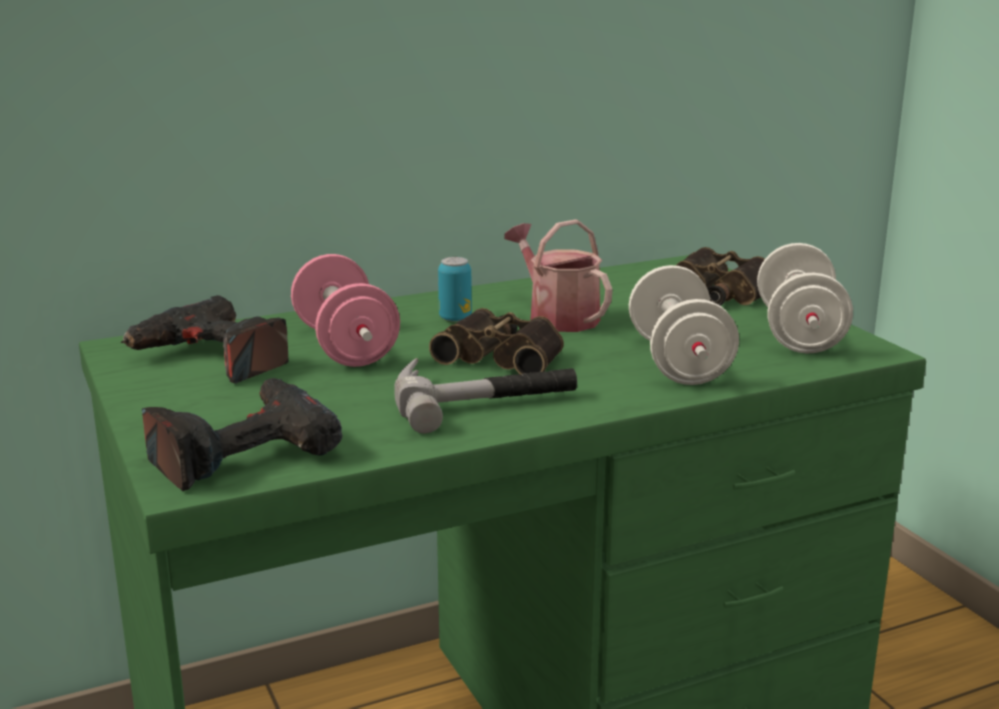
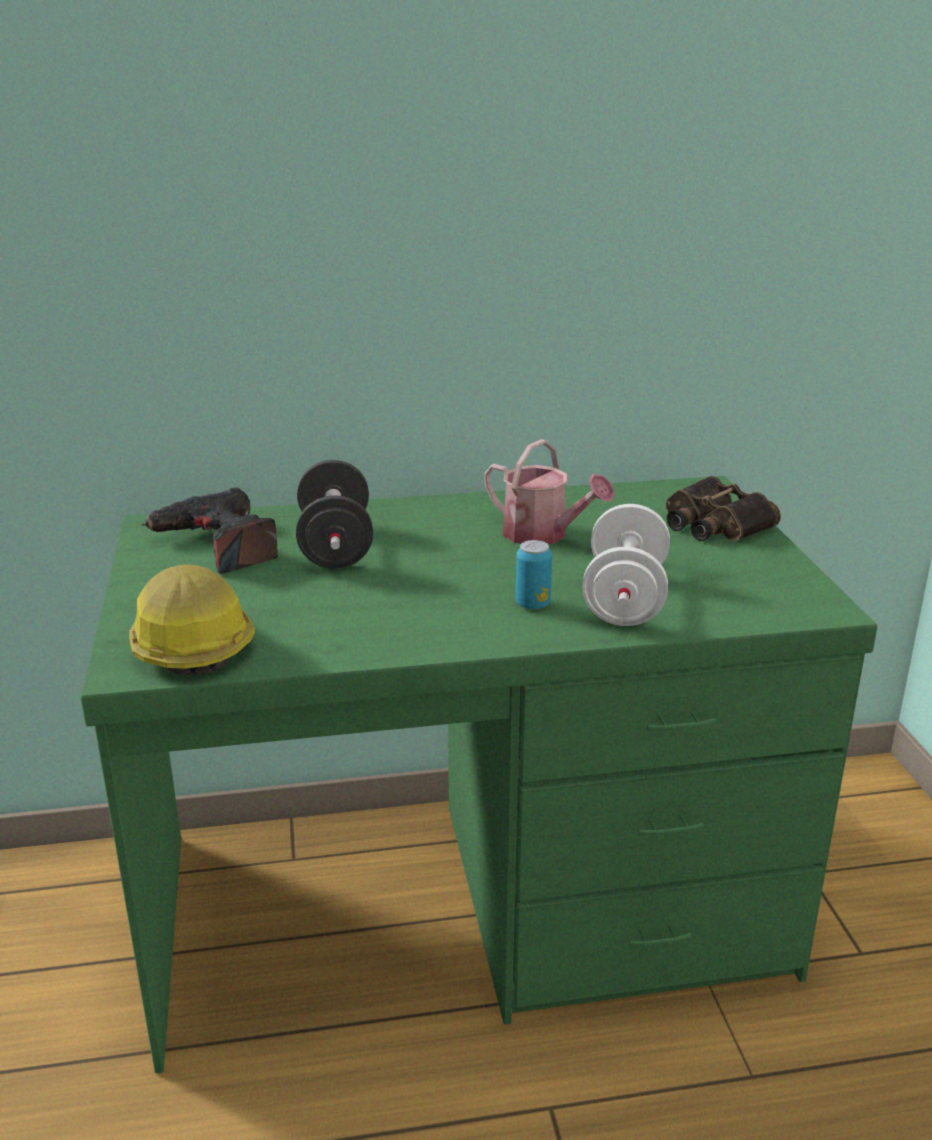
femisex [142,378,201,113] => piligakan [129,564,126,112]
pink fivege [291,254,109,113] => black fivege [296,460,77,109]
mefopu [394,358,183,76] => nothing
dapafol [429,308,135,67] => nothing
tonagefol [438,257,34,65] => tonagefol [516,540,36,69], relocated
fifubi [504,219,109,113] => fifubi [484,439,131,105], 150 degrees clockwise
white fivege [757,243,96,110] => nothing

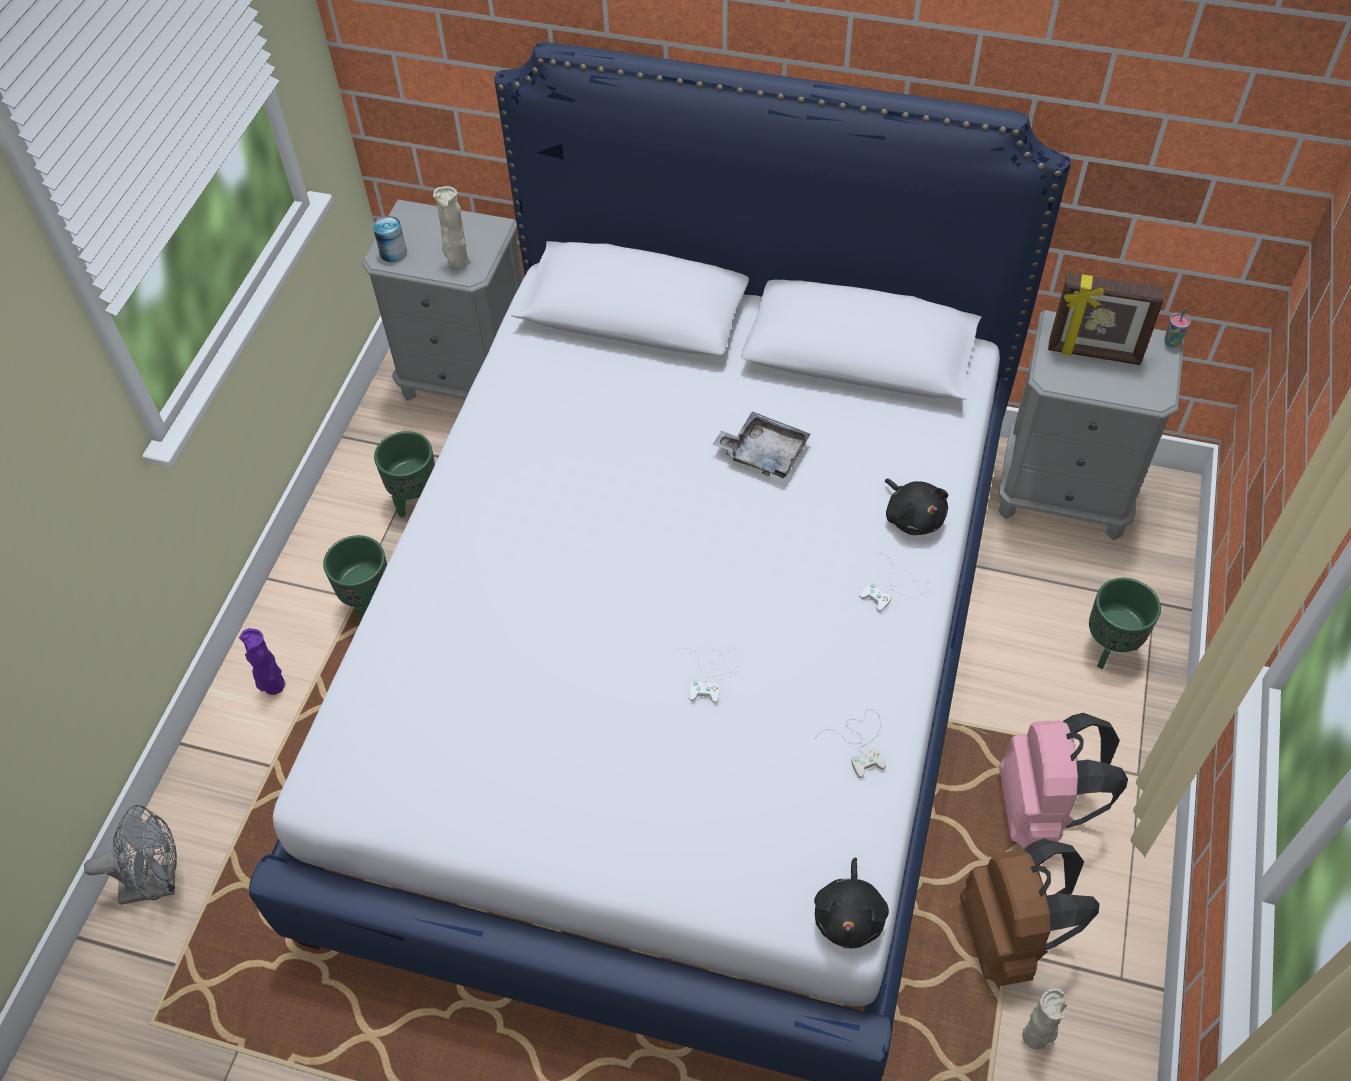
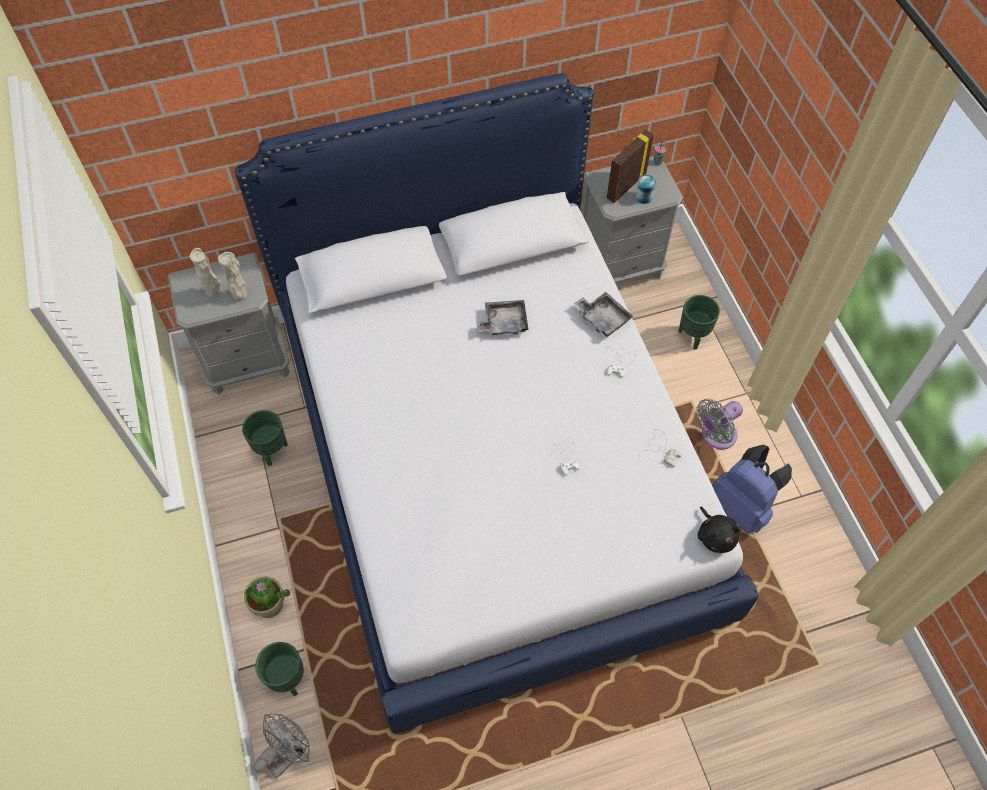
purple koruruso [239,628,46,67] => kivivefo [244,576,46,42]
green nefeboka [323,535,64,86] => green nefeboka [255,642,49,54], relocated
tonagefol [373,216,34,46] => tonagefol [635,175,21,29], relocated
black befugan [885,479,63,56] => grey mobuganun [574,292,60,45]
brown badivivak [960,838,140,148] => blue badivivak [712,445,80,88]
pink badivivak [999,713,129,135] => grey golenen [696,399,47,51]
beige koruruso [1022,988,45,62] => beige koruruso [190,248,31,49], relocated
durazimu [1048,273,117,92] => durazimu [607,130,47,73], 150 degrees clockwise

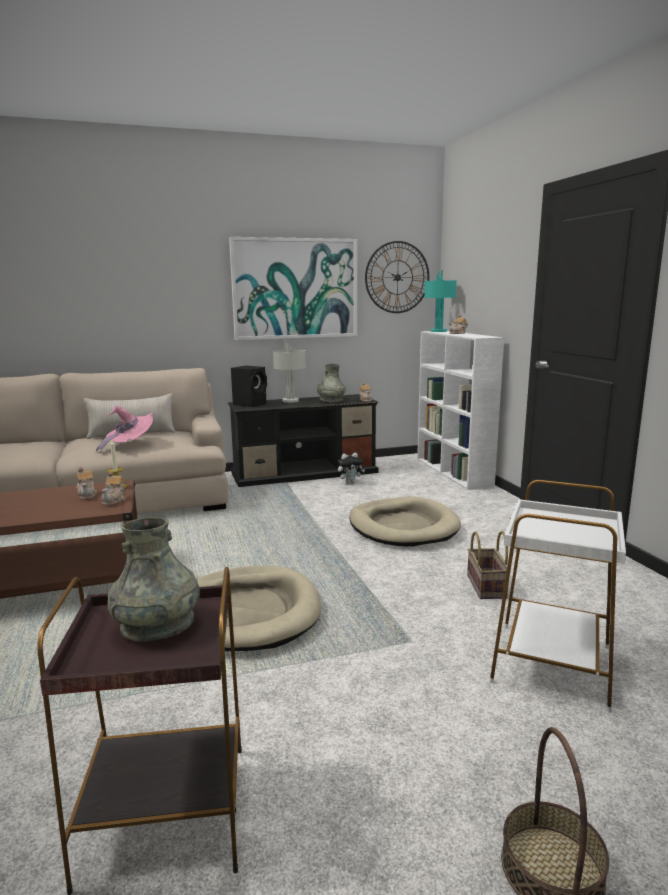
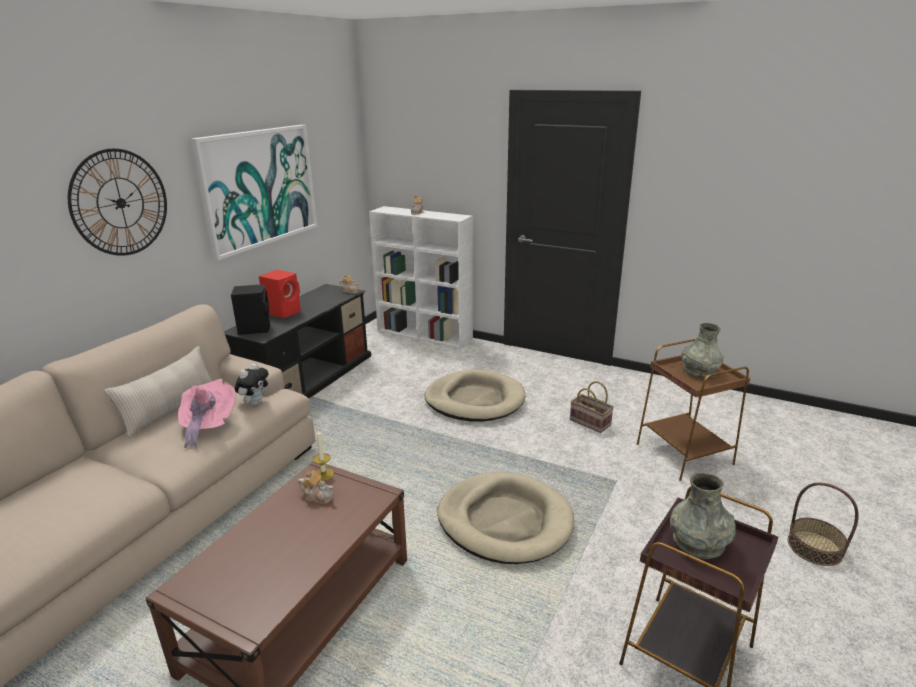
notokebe [101,471,25,34] => nothing
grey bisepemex [273,340,33,63] => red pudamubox [259,270,42,48]
grey koruruso [317,364,29,39] => grey koruruso [681,323,43,55], relocated
befugan [338,453,27,31] => befugan [235,363,34,43], relocated
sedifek [365,241,64,72] => sedifek [68,148,99,108], relocated
turquoise bisepemex [424,270,33,62] => nothing
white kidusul [490,480,136,232] => brown kidusul [637,339,113,142]

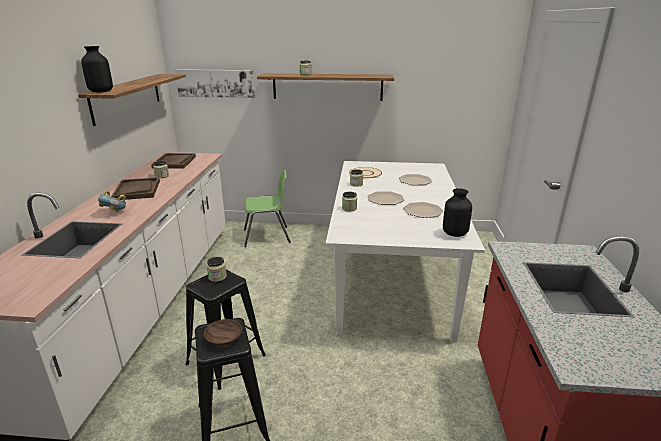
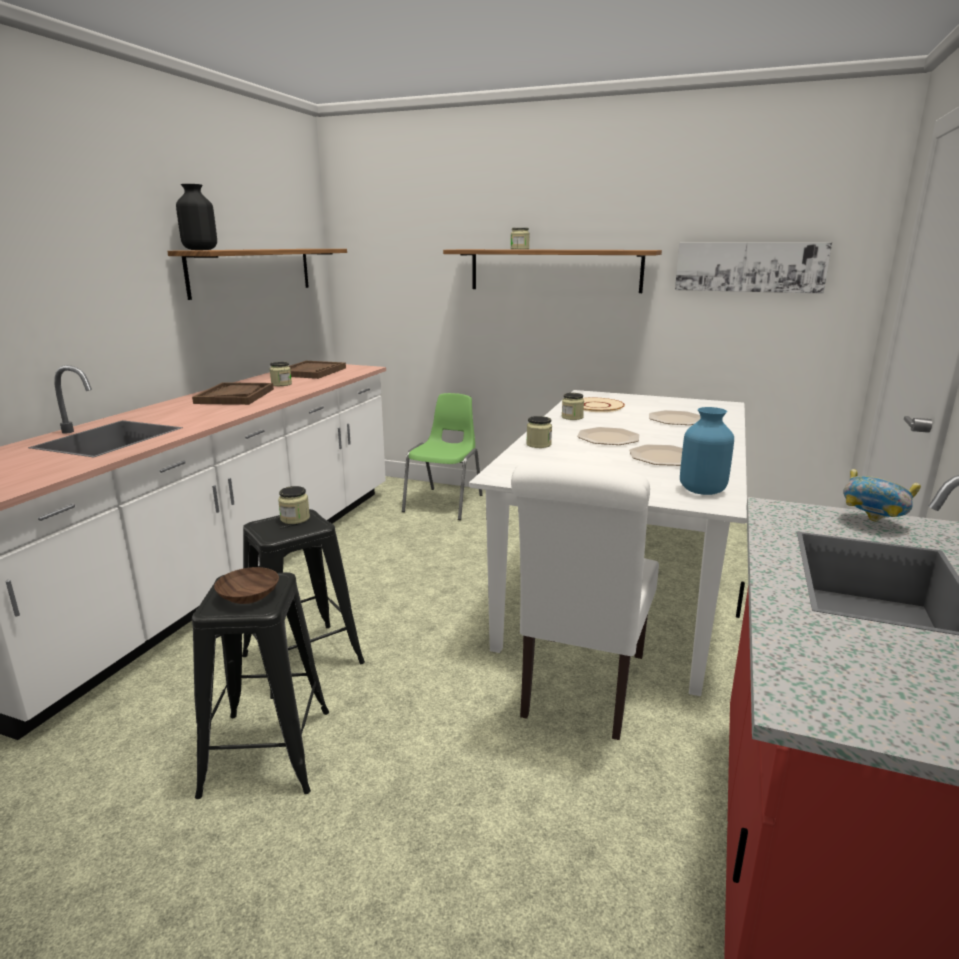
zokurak [98,190,28,22] => zokurak [843,469,78,53], relocated
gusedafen [175,69,80,29] => gusedafen [675,242,157,52], relocated
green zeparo [244,169,47,78] => green zeparo [402,393,81,127], 75 degrees counterclockwise
black koruruso [443,188,29,49] => blue koruruso [680,407,54,88]
nothing => white zeparo [511,462,148,278]

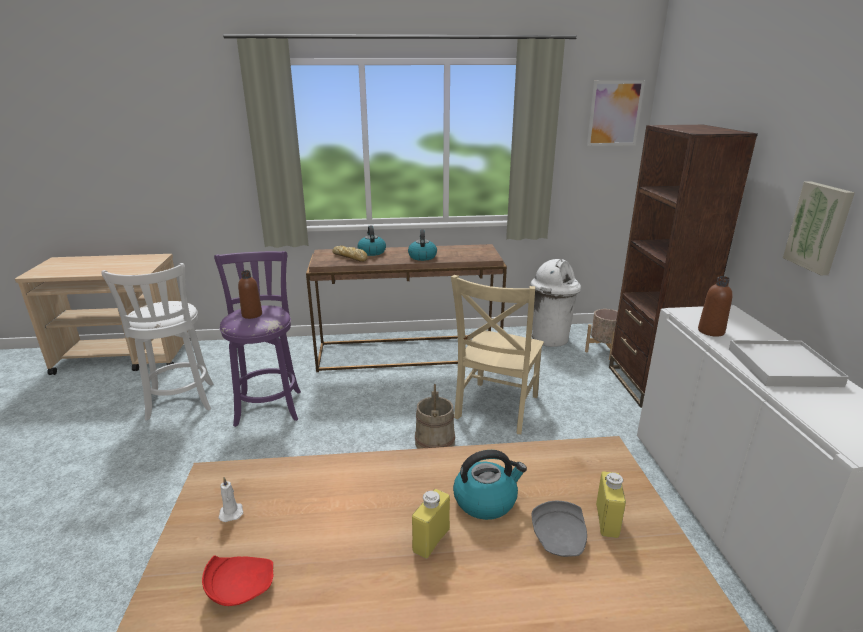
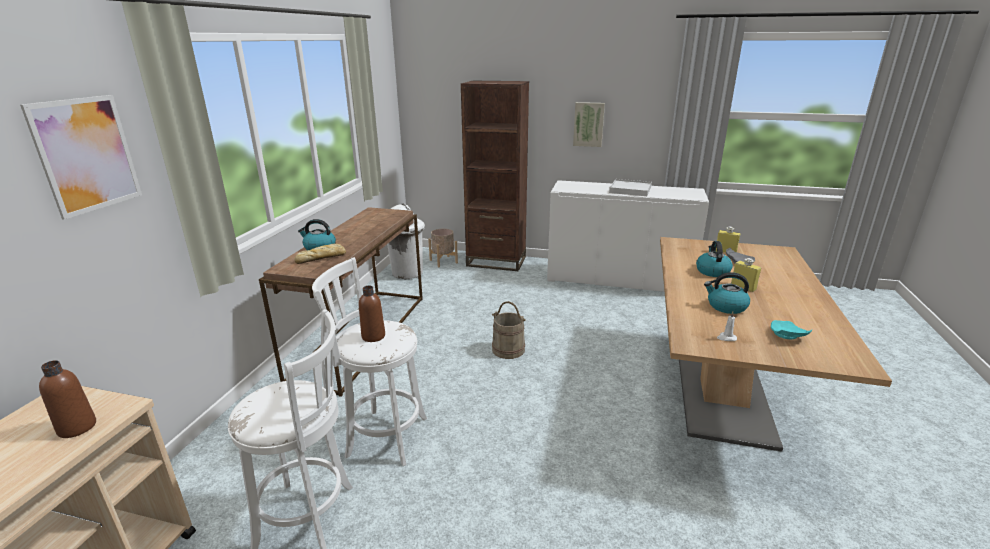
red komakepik [202,555,71,51] => turquoise komakepik [771,320,41,19]
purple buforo [214,251,87,176] => white buforo [312,257,115,209]
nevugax [408,230,29,31] => nevugax [704,272,46,42], relocated
beige zeparo [451,275,93,159] => nothing
gusedafen [587,81,58,65] => gusedafen [20,95,122,125], relocated
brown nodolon [698,276,35,61] => brown nodolon [39,360,57,78], relocated

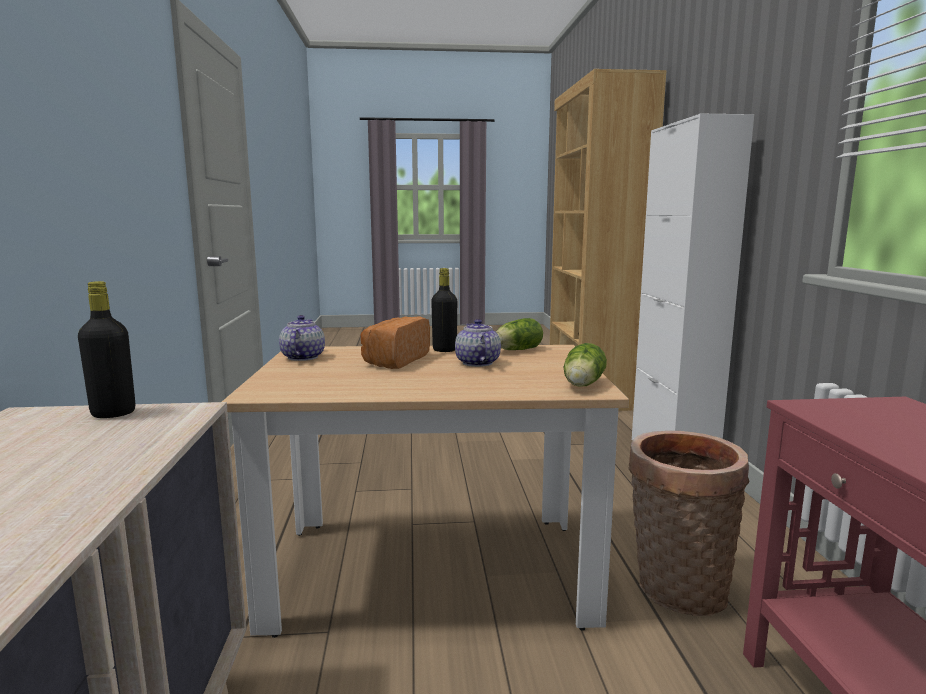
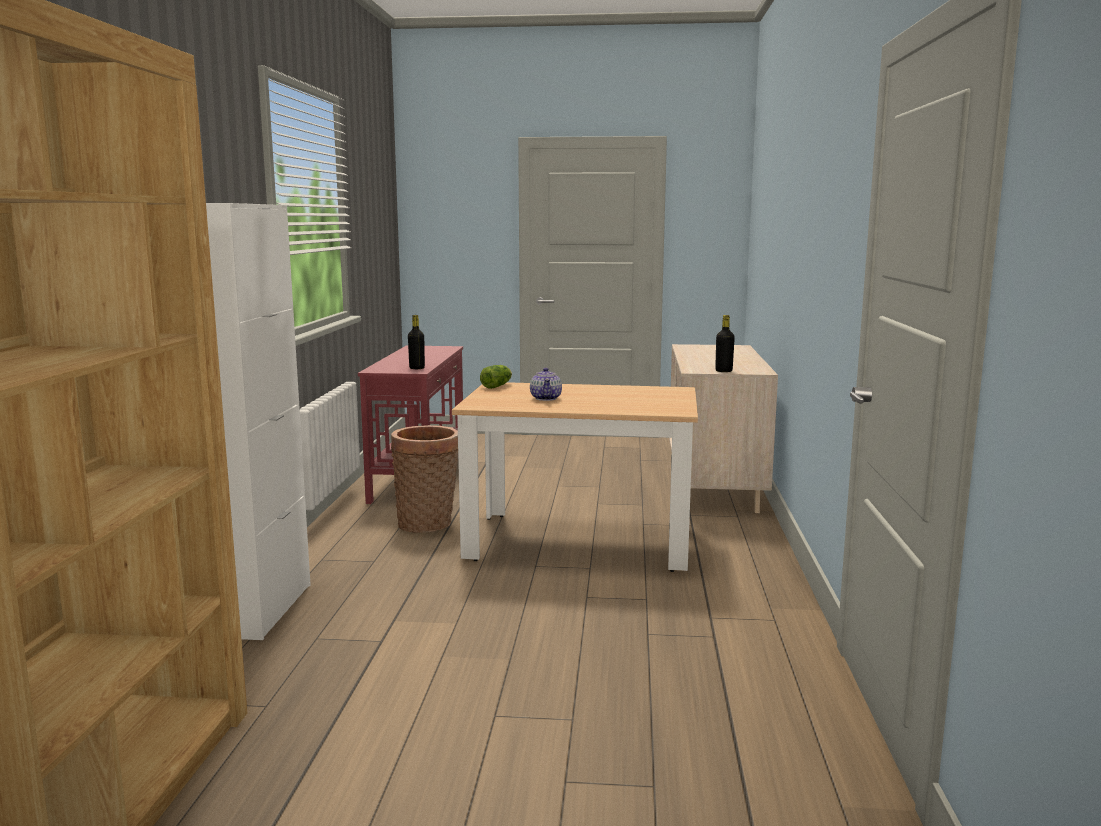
notokebe [279,315,46,46] => nothing
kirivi [360,316,70,53] => nothing
black nodolon [431,268,26,84] => black nodolon [408,315,17,54], relocated
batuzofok [496,318,47,32] => nothing

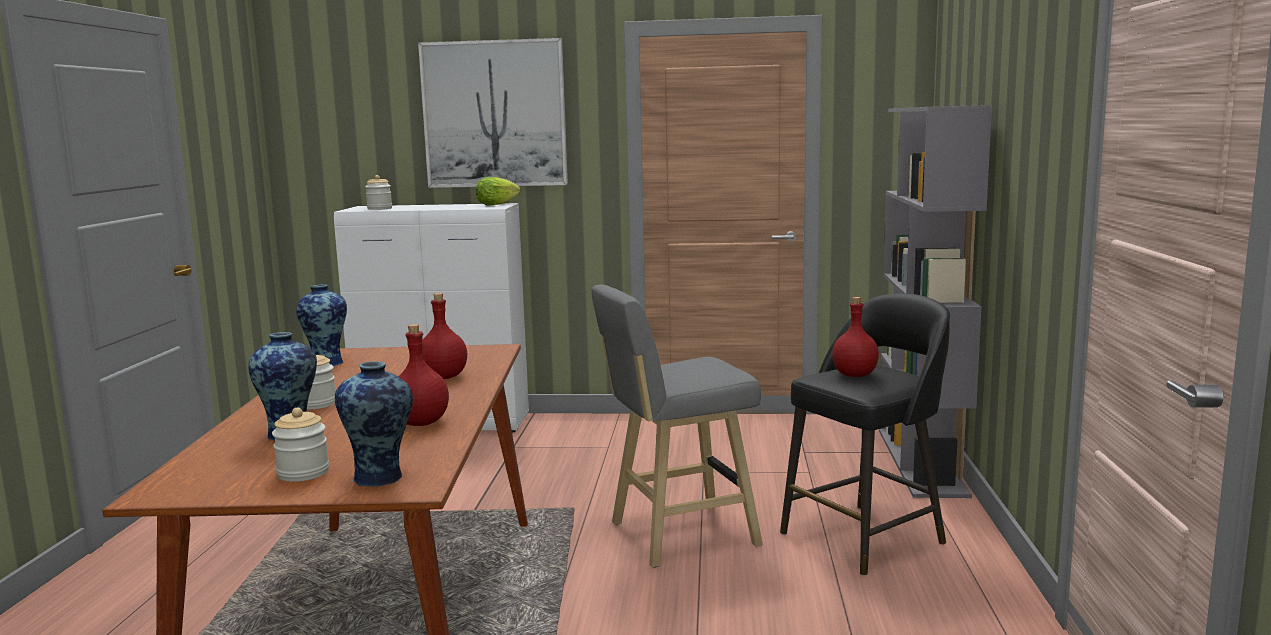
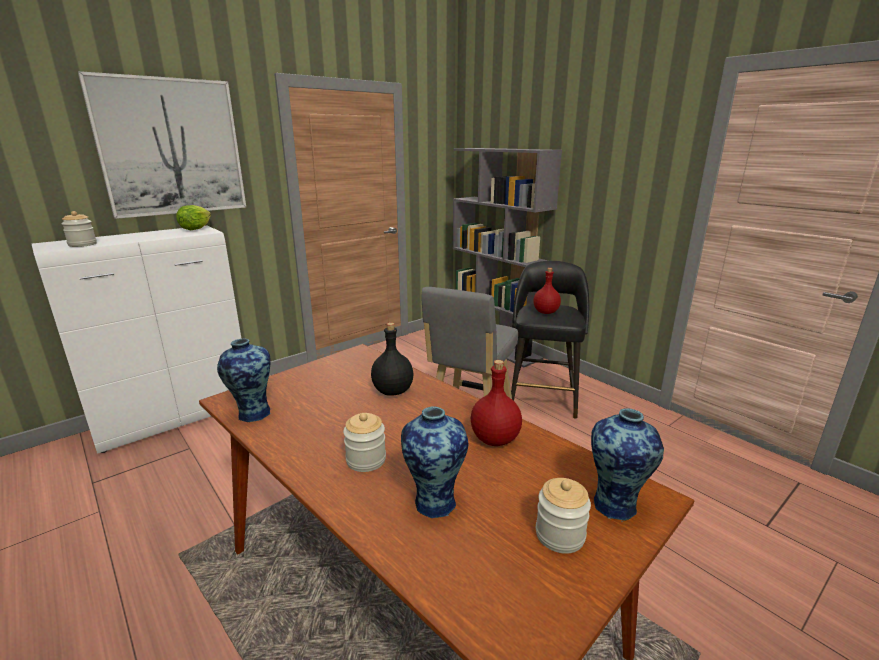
red nodolon [422,293,45,86] => black nodolon [371,322,43,74]

